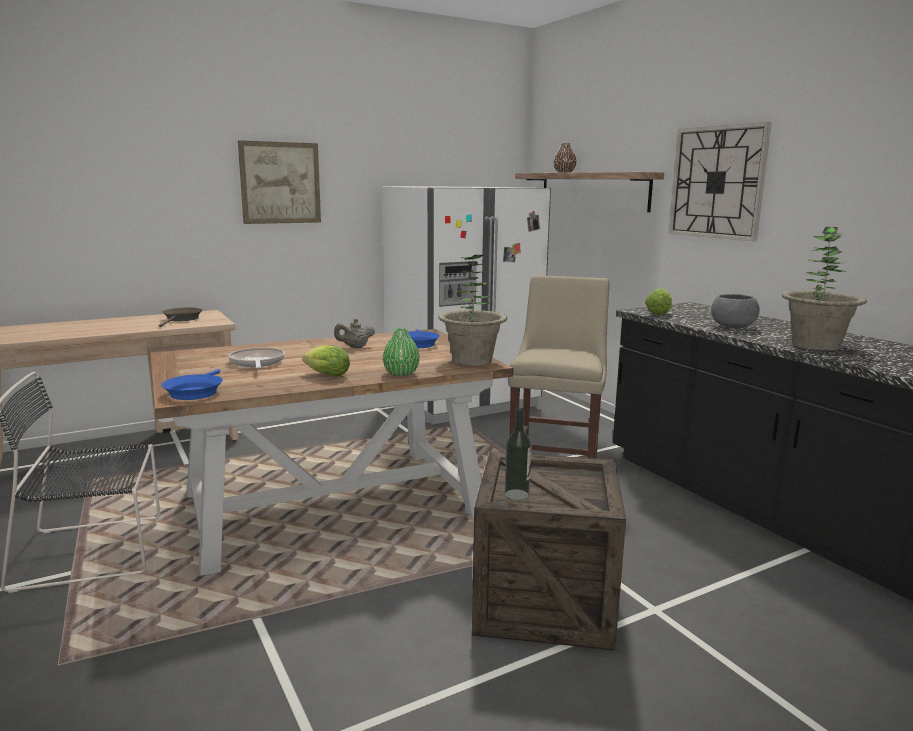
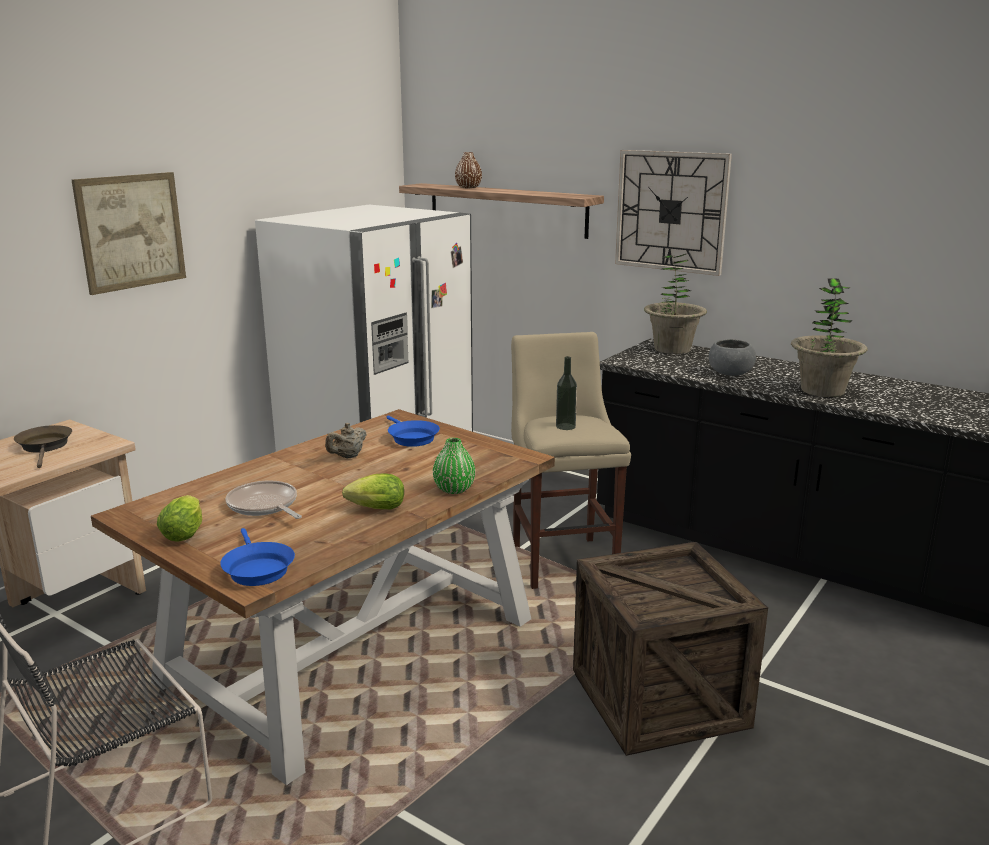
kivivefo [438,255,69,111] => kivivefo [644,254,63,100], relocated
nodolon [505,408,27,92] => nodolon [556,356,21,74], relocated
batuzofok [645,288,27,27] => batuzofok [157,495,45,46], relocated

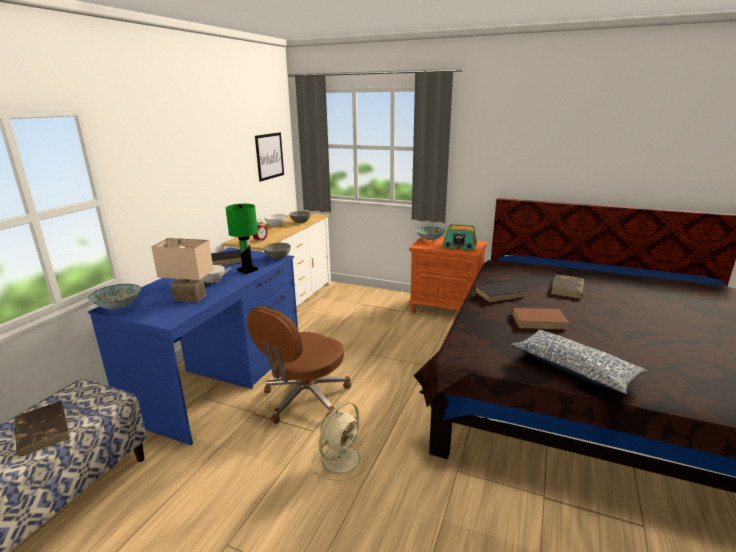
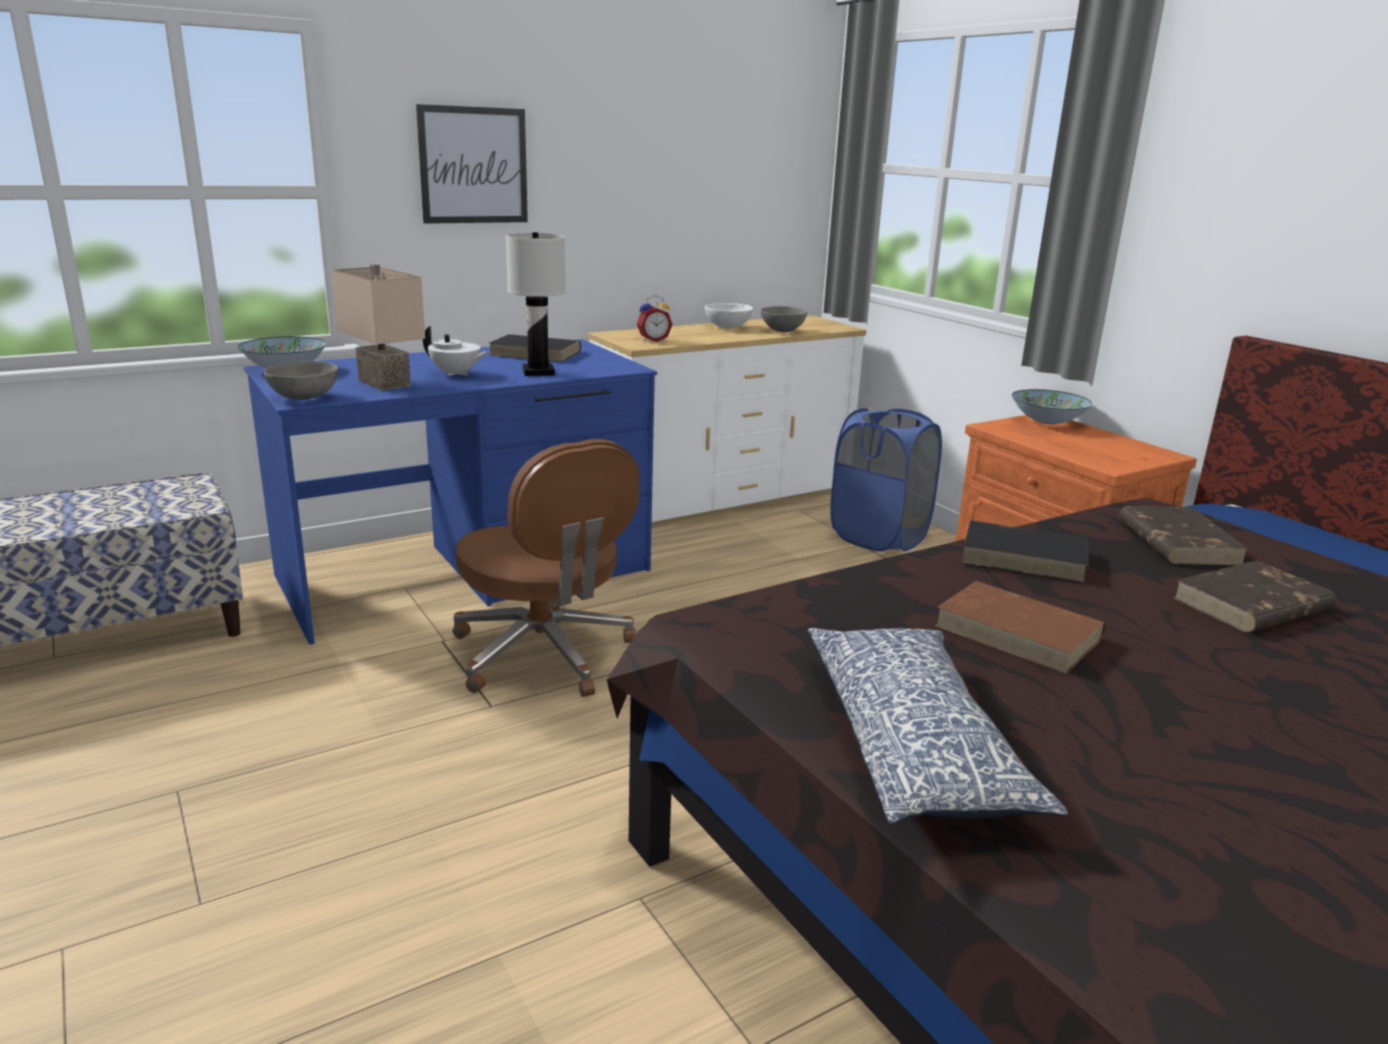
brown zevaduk [14,401,56,55] => brown zevaduk [1119,506,130,59], relocated
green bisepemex [225,204,33,70] => white bisepemex [506,232,60,144]
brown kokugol [247,306,104,118] => brown kokugol [453,439,187,258], 105 degrees counterclockwise
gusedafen [255,132,29,50] => gusedafen [416,104,112,120], relocated
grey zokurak [263,243,28,17] => grey zokurak [264,361,75,39], relocated
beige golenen [313,402,57,79] => nothing
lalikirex [442,224,35,27] => nothing
nothing => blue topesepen [830,408,112,143]

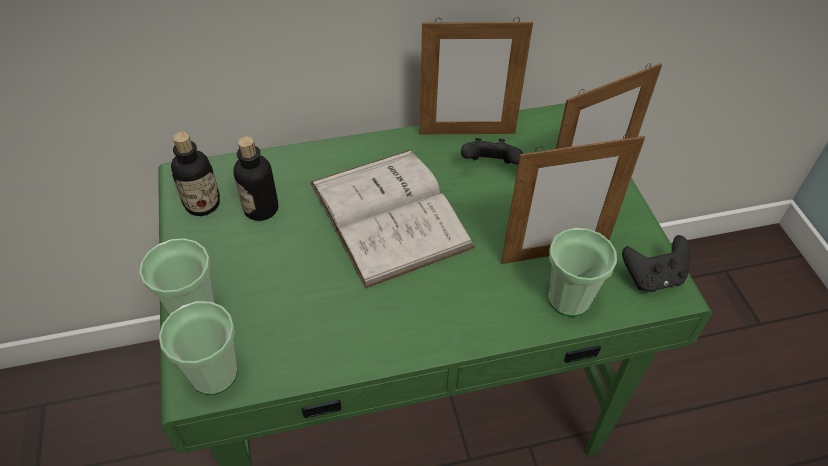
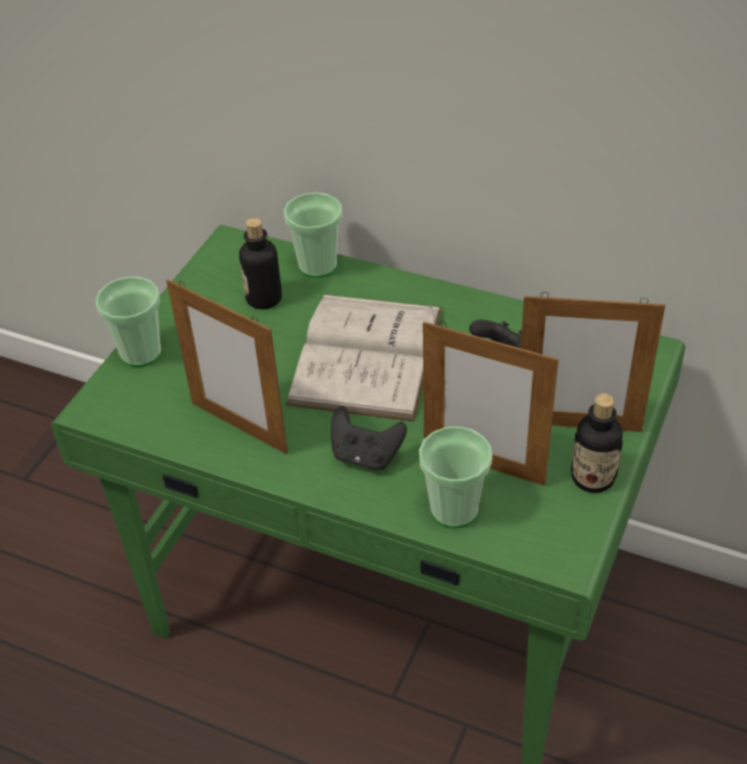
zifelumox [159,301,78,94] => zifelumox [284,193,58,85], relocated
nodolon [171,132,49,84] => nodolon [571,393,52,100], relocated
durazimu [419,17,114,118] => durazimu [166,279,122,175], relocated
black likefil [622,235,68,57] => black likefil [331,406,76,64], relocated

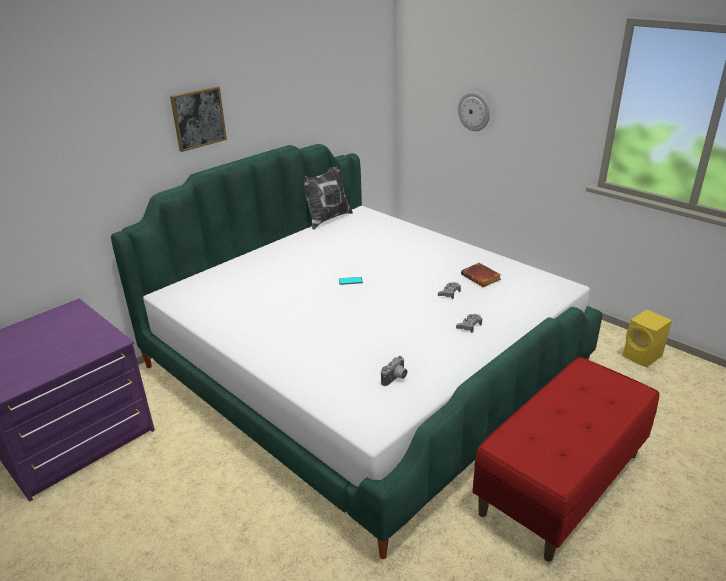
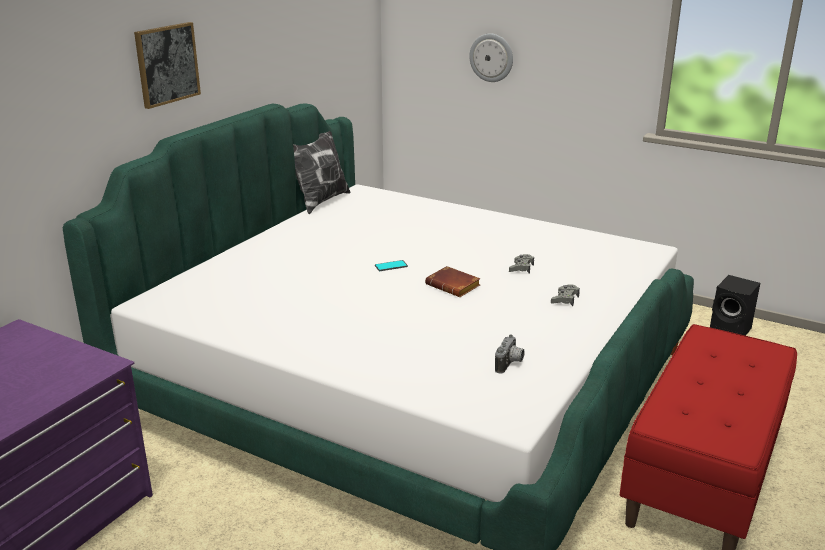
brown zevaduk [461,263,40,24] => brown zevaduk [425,266,55,31], relocated
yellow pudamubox [623,310,49,57] => black pudamubox [710,275,50,61]

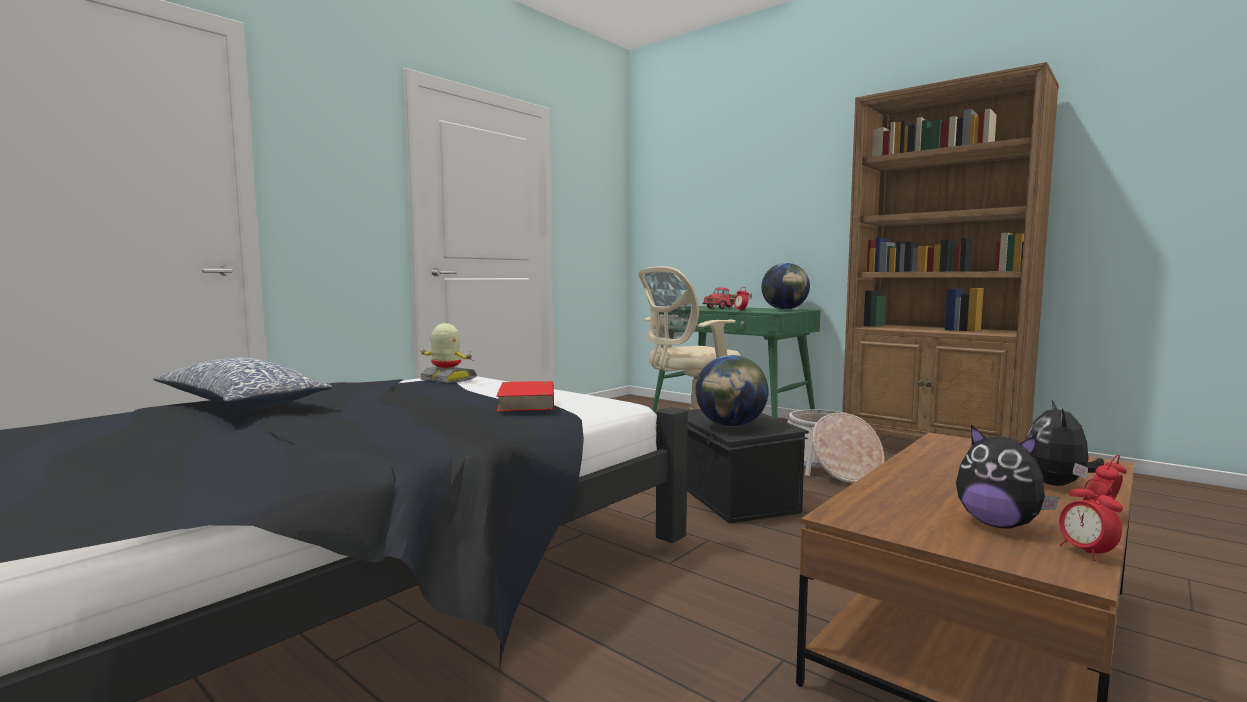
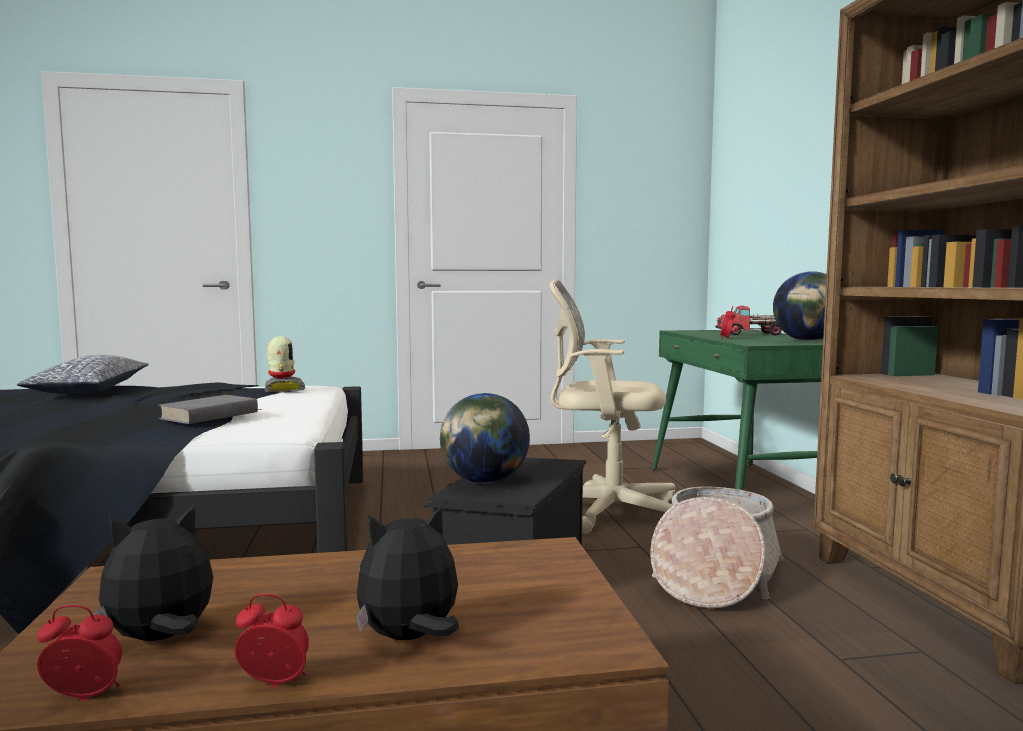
red zevaduk [496,381,58,31] => grey zevaduk [158,395,104,29]
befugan [956,425,103,104] => befugan [93,504,120,137], 60 degrees clockwise
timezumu [1059,479,64,82] => timezumu [37,605,85,96], 60 degrees clockwise

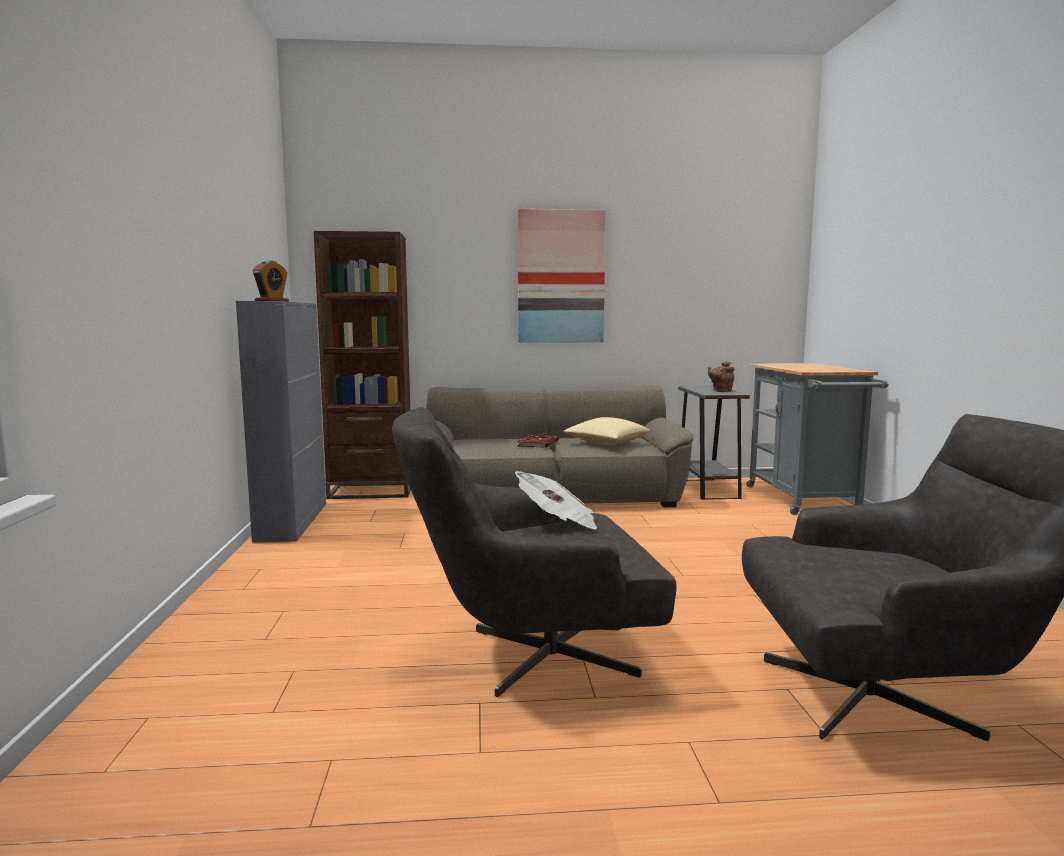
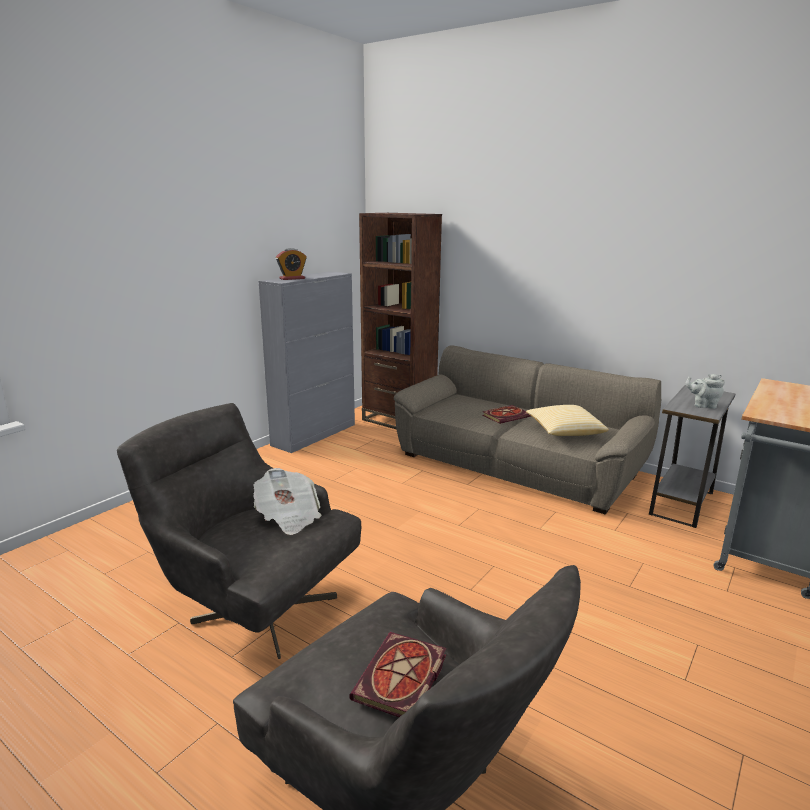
gusedafen [518,209,88,134] => nothing
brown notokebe [708,362,26,30] => grey notokebe [685,374,40,35]
nothing => zevaduk [349,632,97,85]

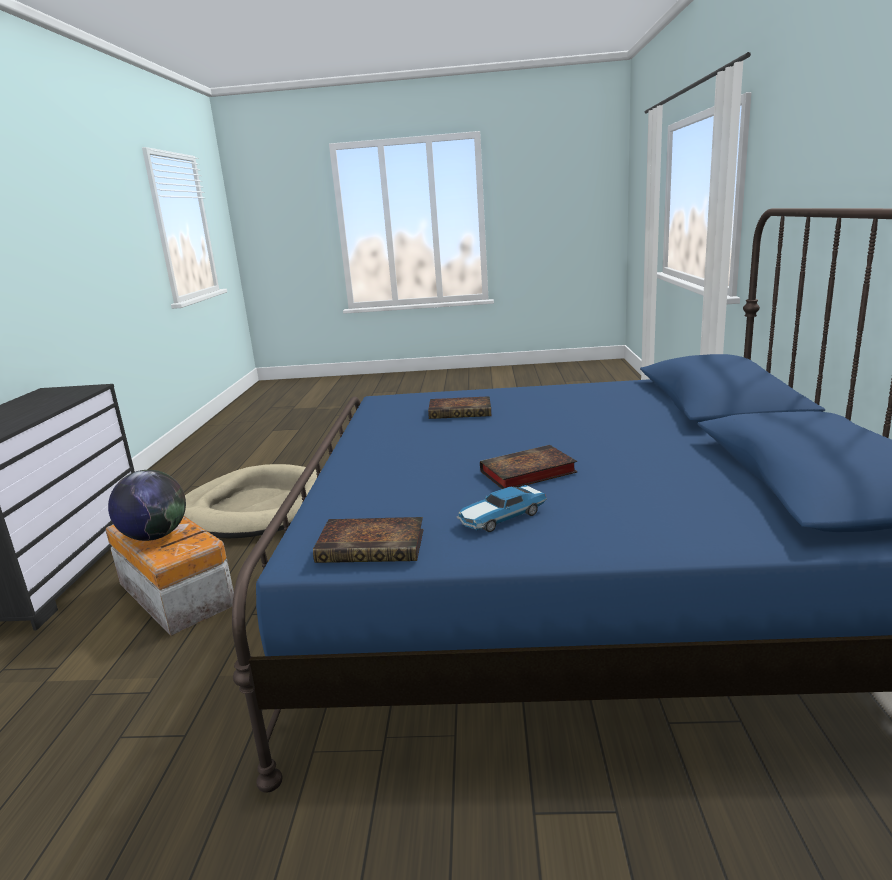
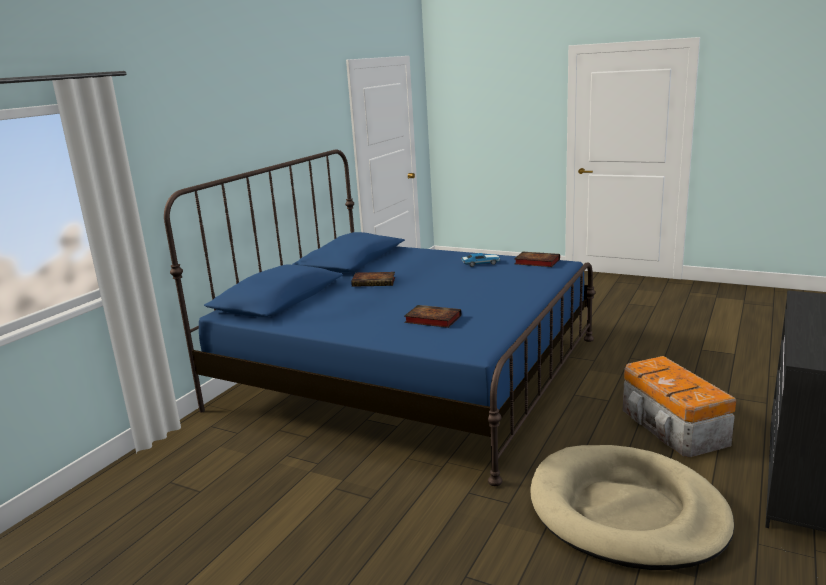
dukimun [108,470,78,71] => nothing
zevaduk [480,445,98,44] => zevaduk [351,272,44,15], relocated

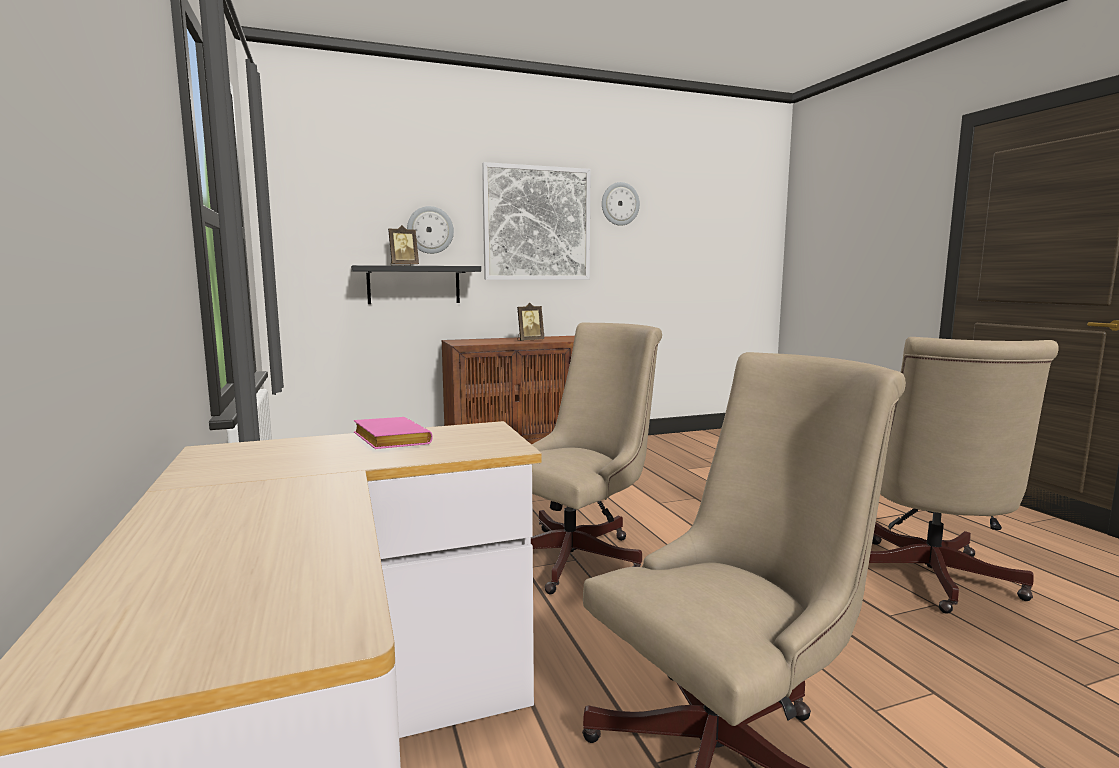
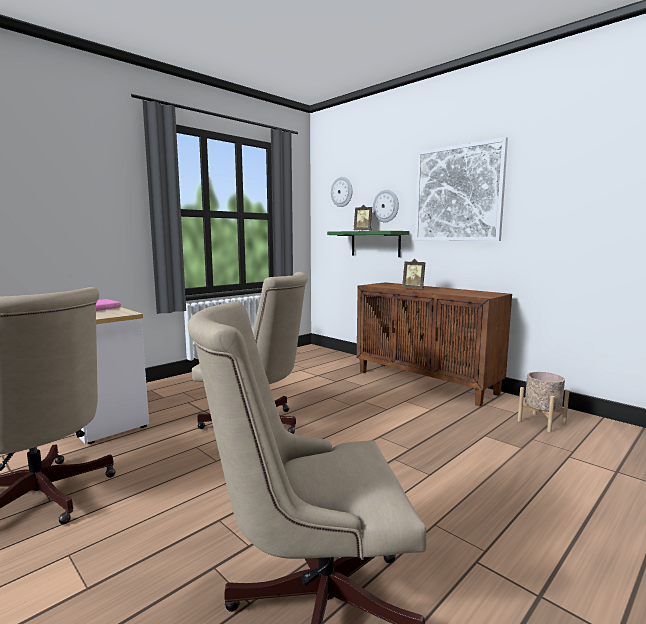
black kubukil [351,265,130,39] => green kubukil [327,231,82,26]
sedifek [602,182,38,44] => sedifek [331,177,21,30], relocated
nothing => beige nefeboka [518,372,52,60]

